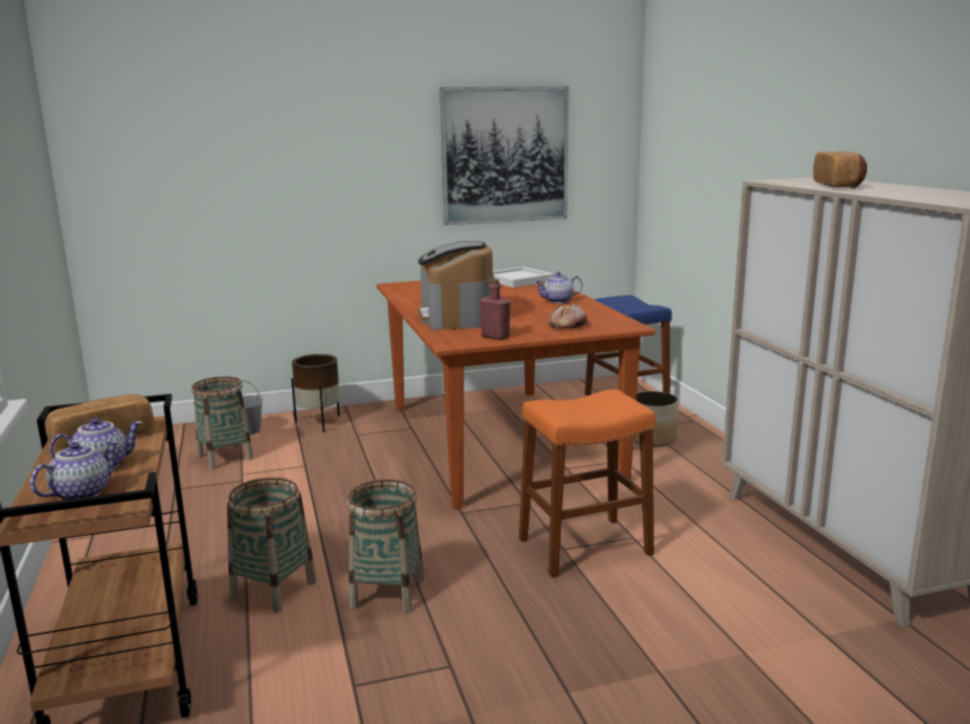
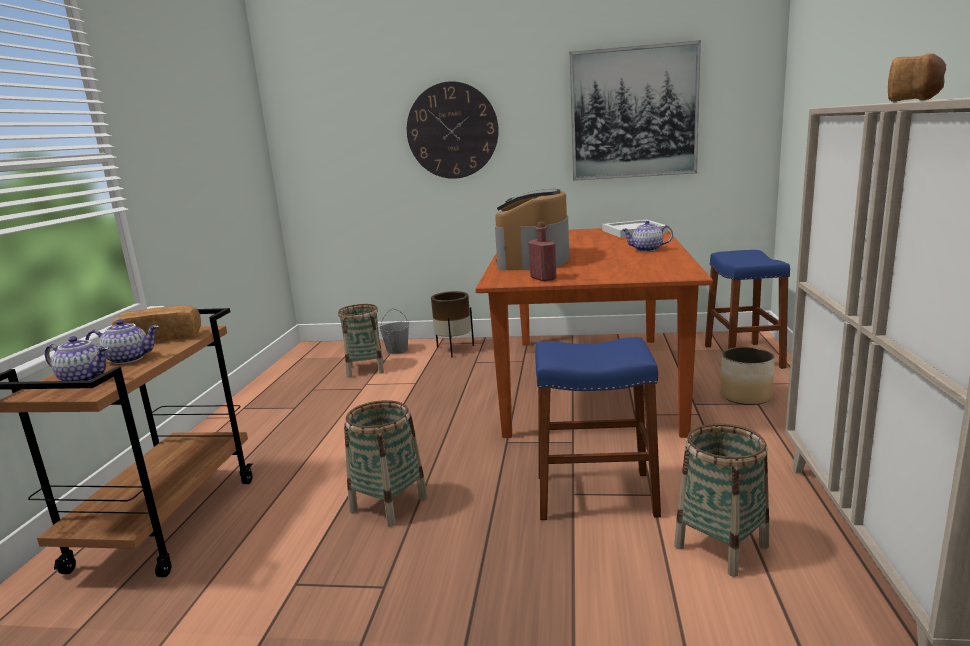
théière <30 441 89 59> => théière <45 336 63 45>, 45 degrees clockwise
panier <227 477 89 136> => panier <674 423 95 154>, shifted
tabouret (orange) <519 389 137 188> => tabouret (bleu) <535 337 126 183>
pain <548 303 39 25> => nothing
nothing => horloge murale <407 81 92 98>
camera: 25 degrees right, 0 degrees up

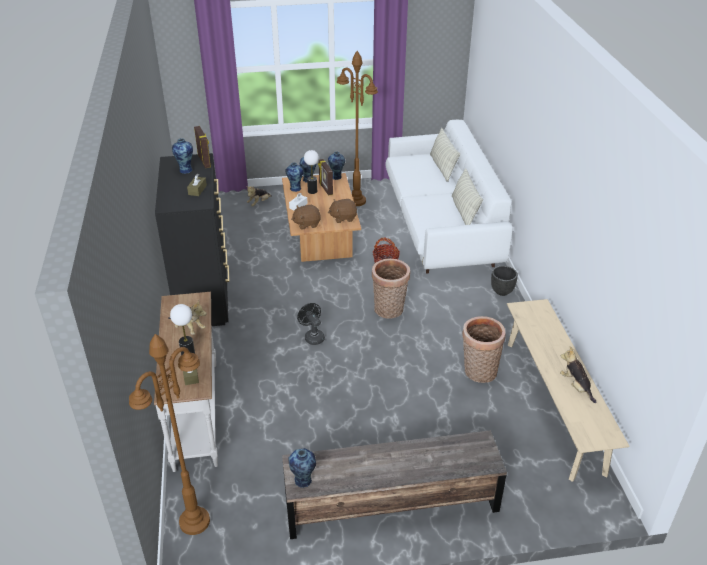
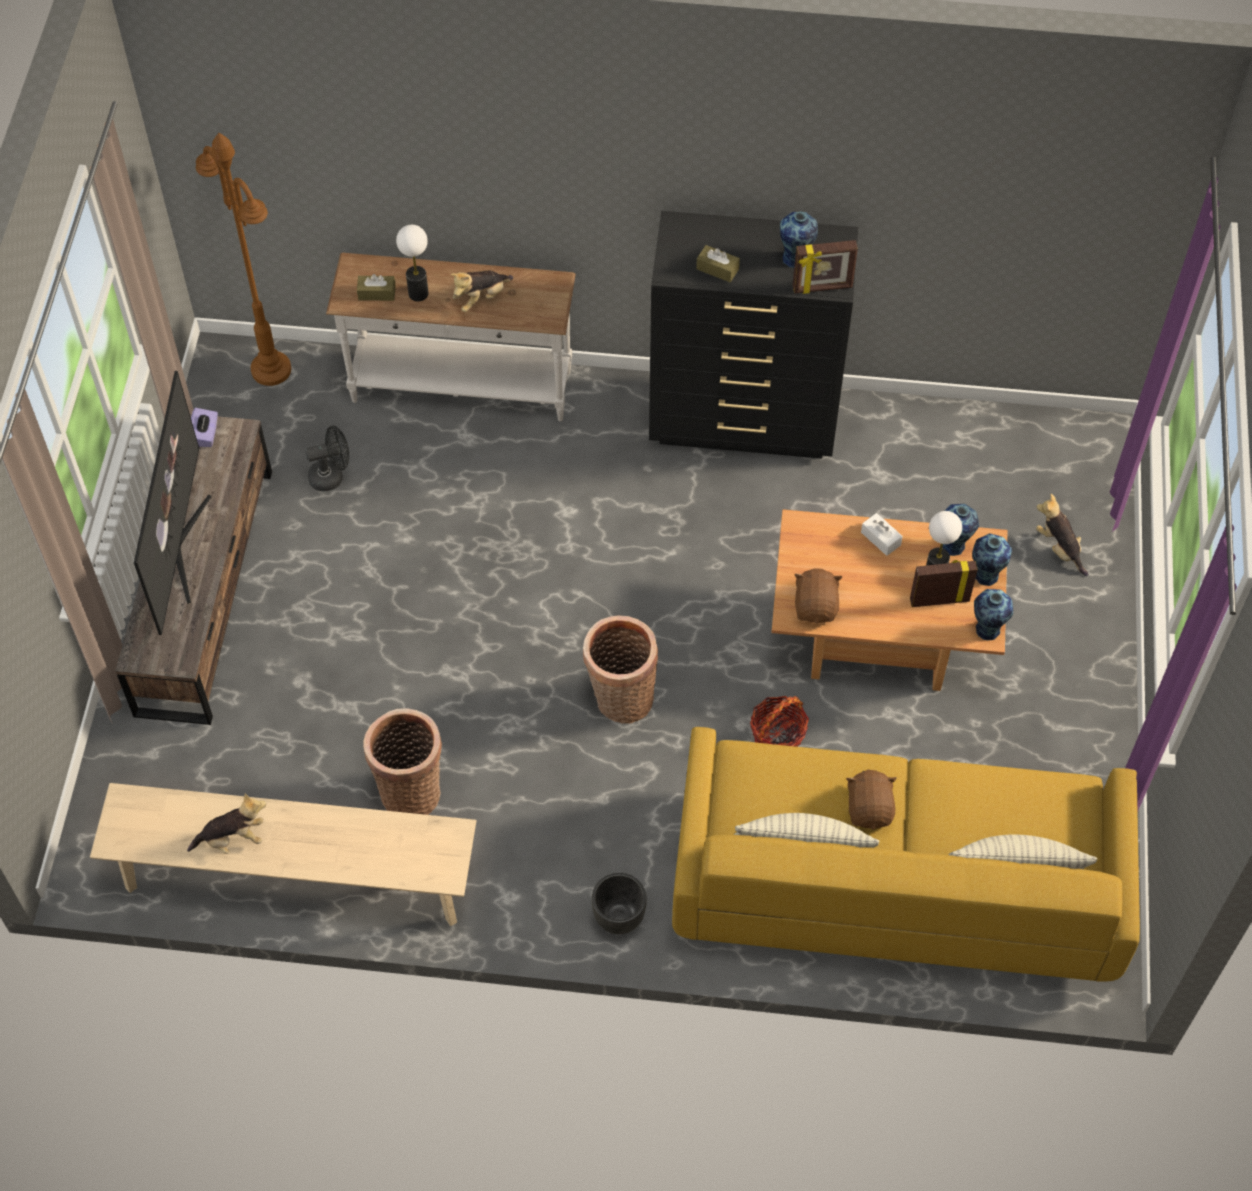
vase <288 448 28 40> => boîte à mouchoirs (violet) <191 408 27 39>
peluche (marron) <291 205 30 25> => peluche (marron) <846 769 51 61>, shifted
ventilateur (noir) <297 303 28 42> => ventilateur (noir) <305 426 44 65>, shifted
lampadaire (marron) <337 51 41 155> => nothing
canapé (blanc) <386 120 127 153> => canapé (jaune) <672 727 468 255>
nothing => téléviseur <134 371 78 264>
camera: 105 degrees right, 20 degrees up

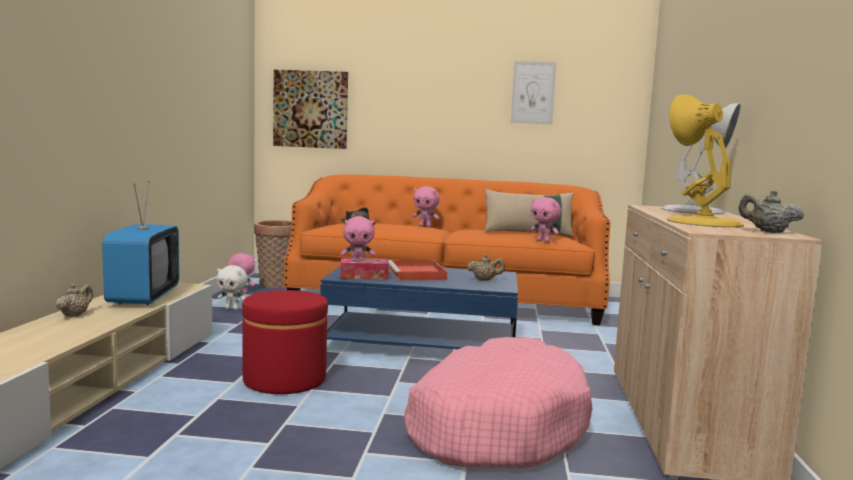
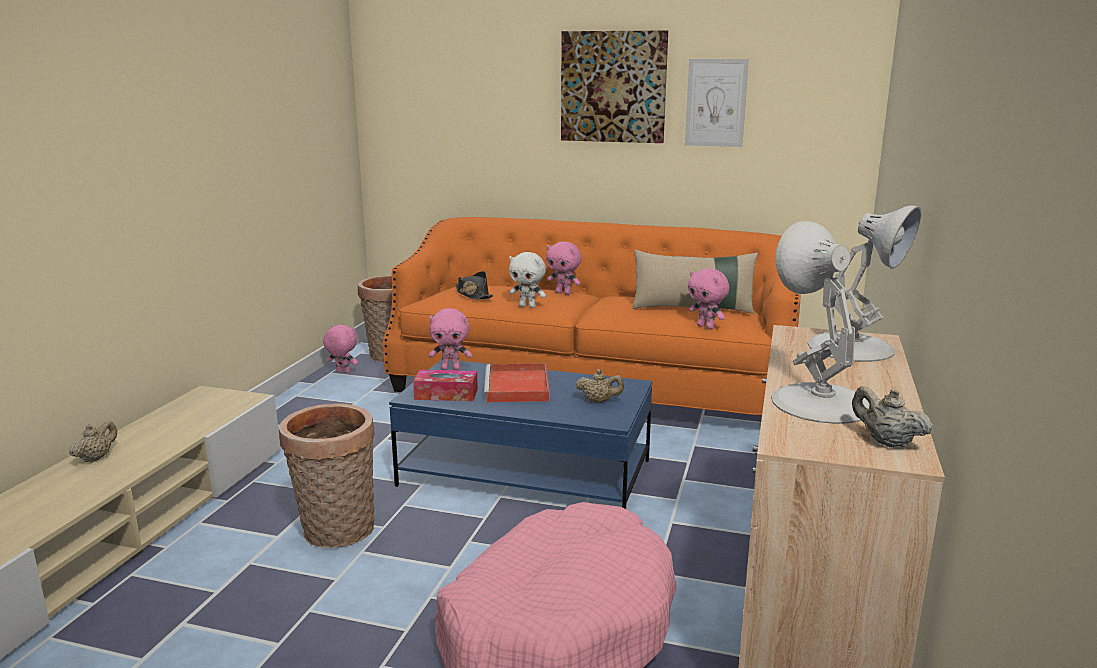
téléviseur <102 181 77 124> => nothing
peluche (blanc) <217 265 31 45> => peluche (blanc) <509 252 37 56>, shifted
pouf (rouge) <242 290 86 104> => panier <279 404 96 144>
tableau <273 70 75 79> => tableau <561 30 107 113>, shifted
lampe de table (jaune) <667 94 77 133> => lampe de table (blanc) <771 221 99 203>
camera: 10 degrees right, 10 degrees up

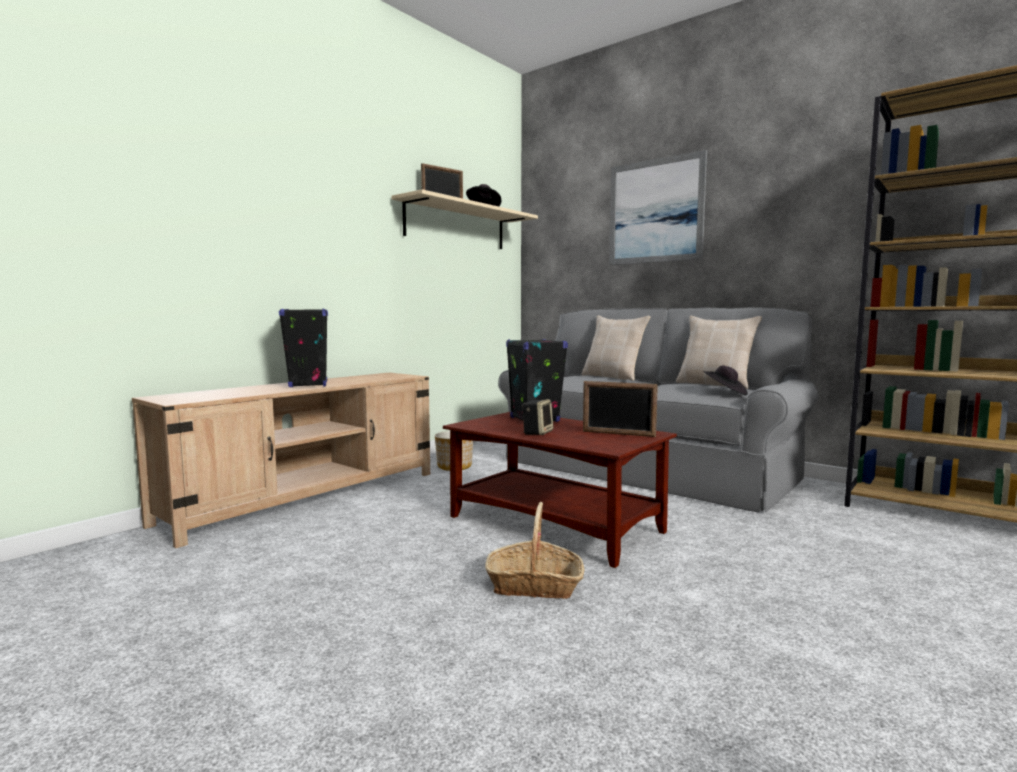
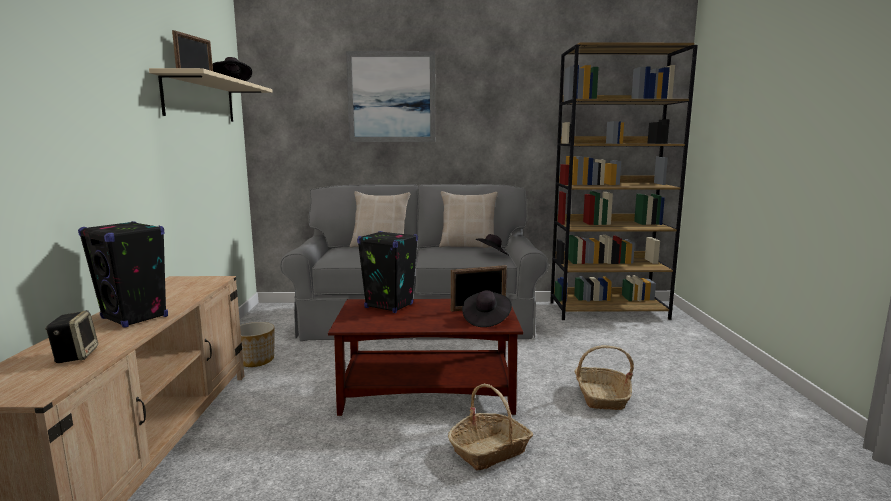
enceinte <522 399 32 36> => enceinte <45 310 53 53>, shifted
nothing => chapeau (noir) <462 290 50 37>
nothing => panier <574 345 60 65>
camera: 40 degrees left, 5 degrees up

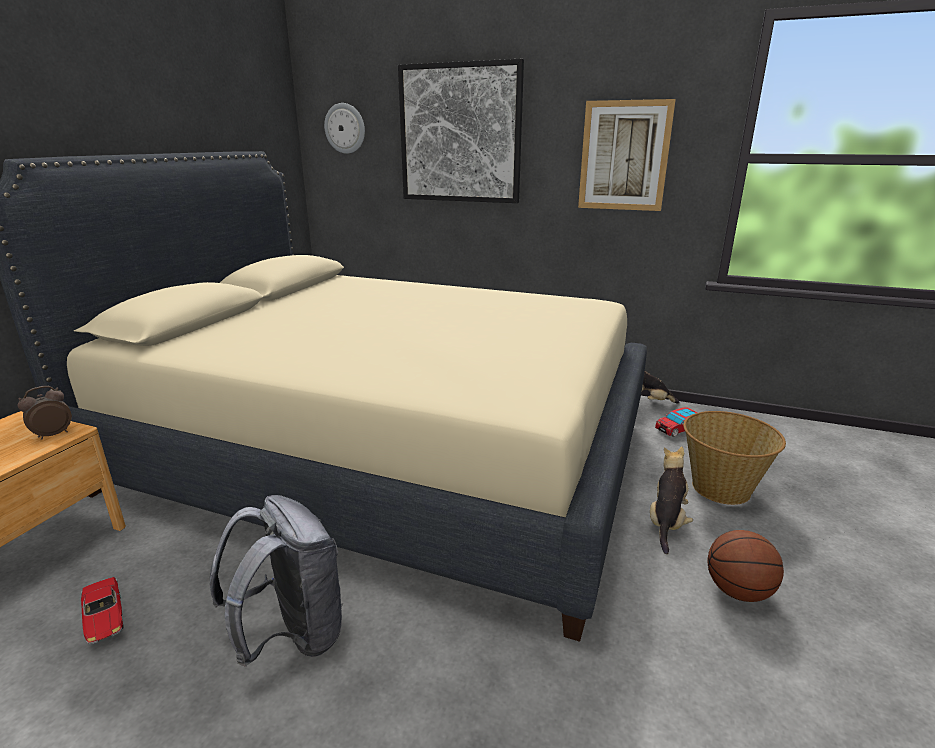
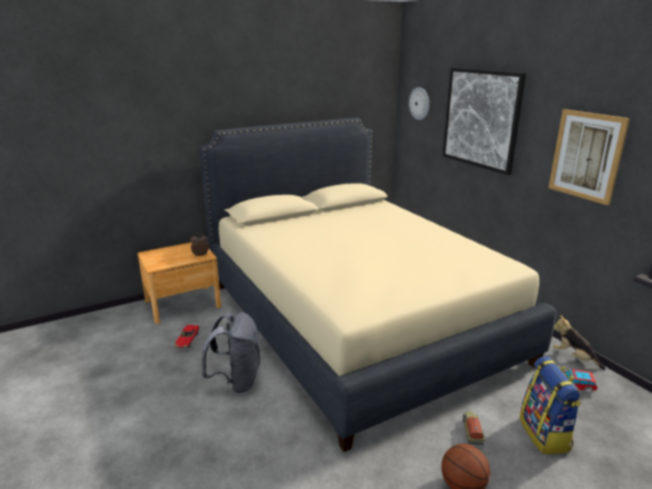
peluche <650 446 43 108> => camion jouet <463 412 22 33>
panier <683 411 103 94> => sac à dos <520 356 62 98>
camera: 40 degrees right, 0 degrees up

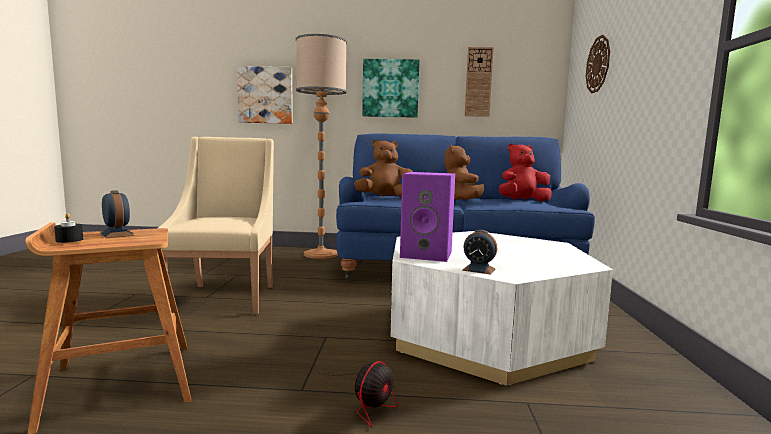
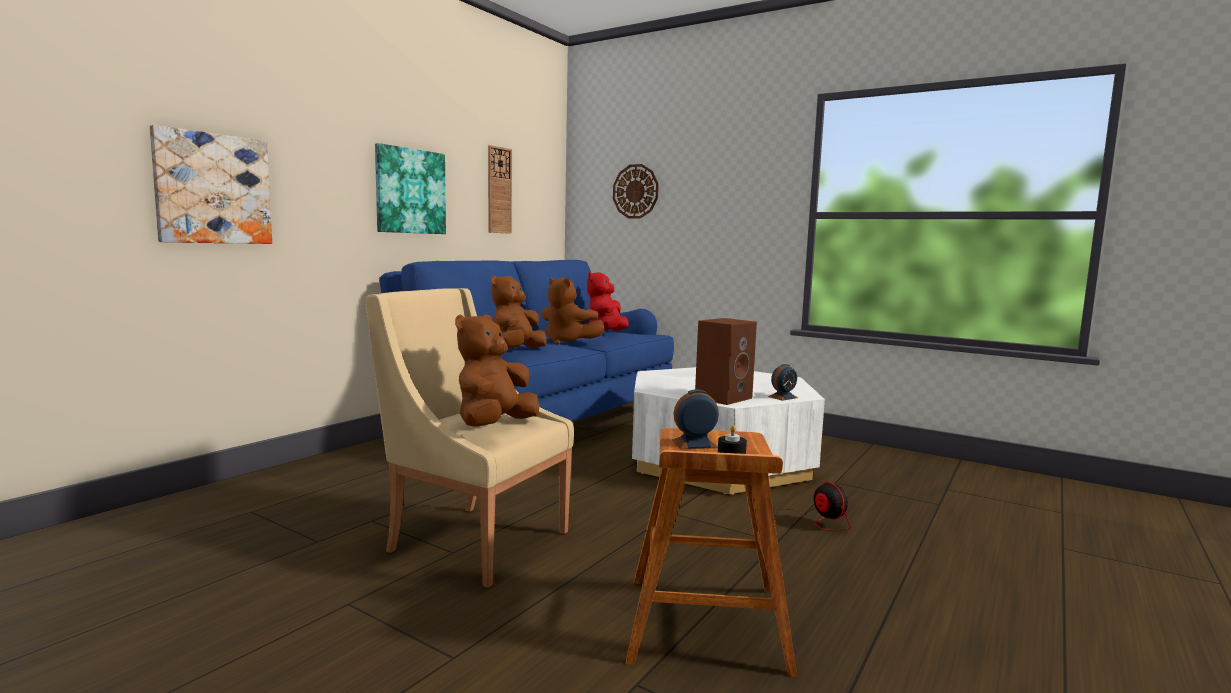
lampadaire <296 34 51 225> => nothing
enceinte (violet) <400 172 55 90> => enceinte (marron) <695 318 62 87>
nothing => peluche (marron) <455 314 84 113>
camera: 60 degrees left, 0 degrees up

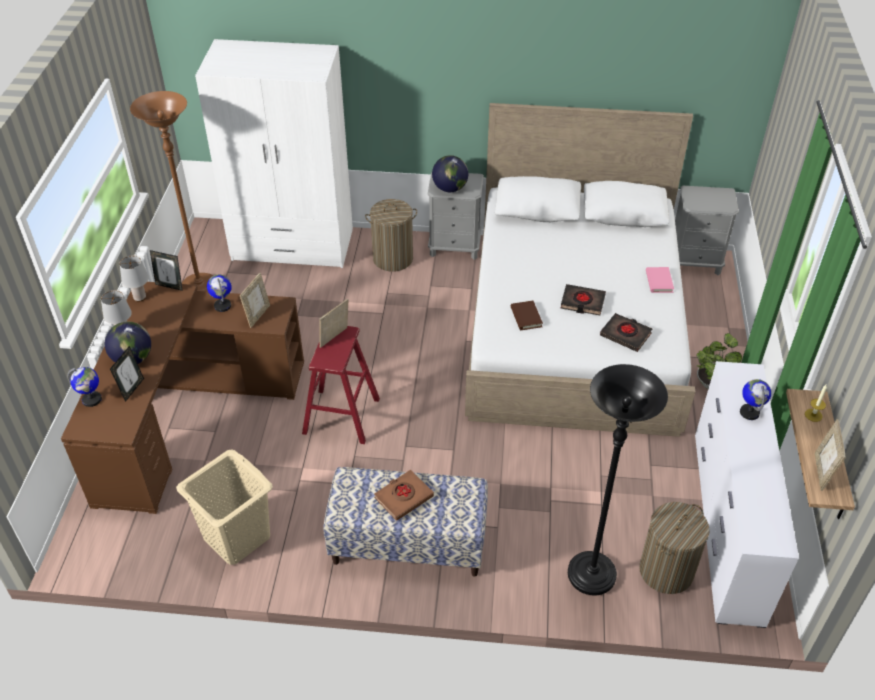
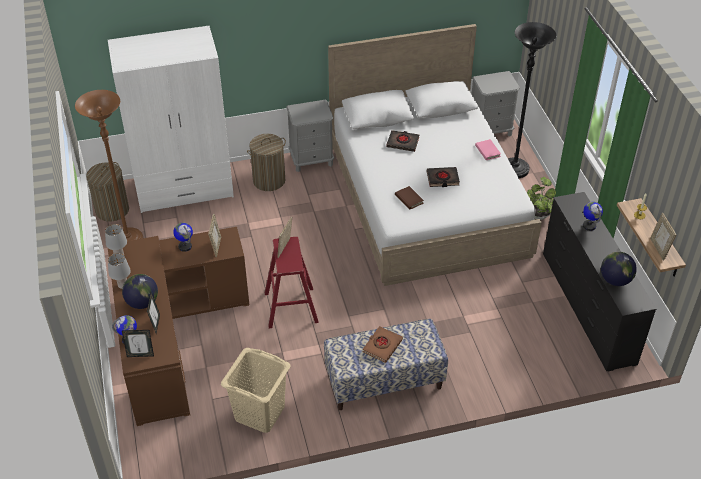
cadre photo <150 250 33 41> => cadre photo <122 330 32 27>, shifted
globe <432 155 36 37> => globe <601 252 36 34>, shifted
lampadaire (noir) <568 364 100 231> => lampadaire (noir) <508 22 48 156>, shifted
livre (noir) <600 313 52 39> => livre (noir) <386 130 33 22>, shifted
panier à linge <639 502 71 92> => panier à linge <86 162 43 60>, shifted
commode (blanc) <695 361 104 267> => commode (noir) <543 192 113 179>
camera: 20 degrees left, 0 degrees up

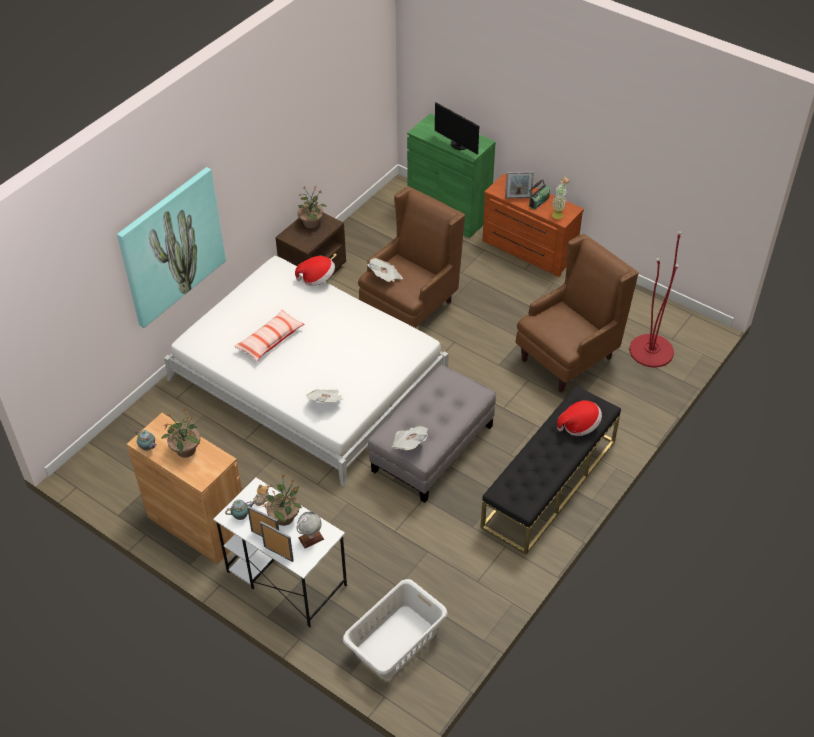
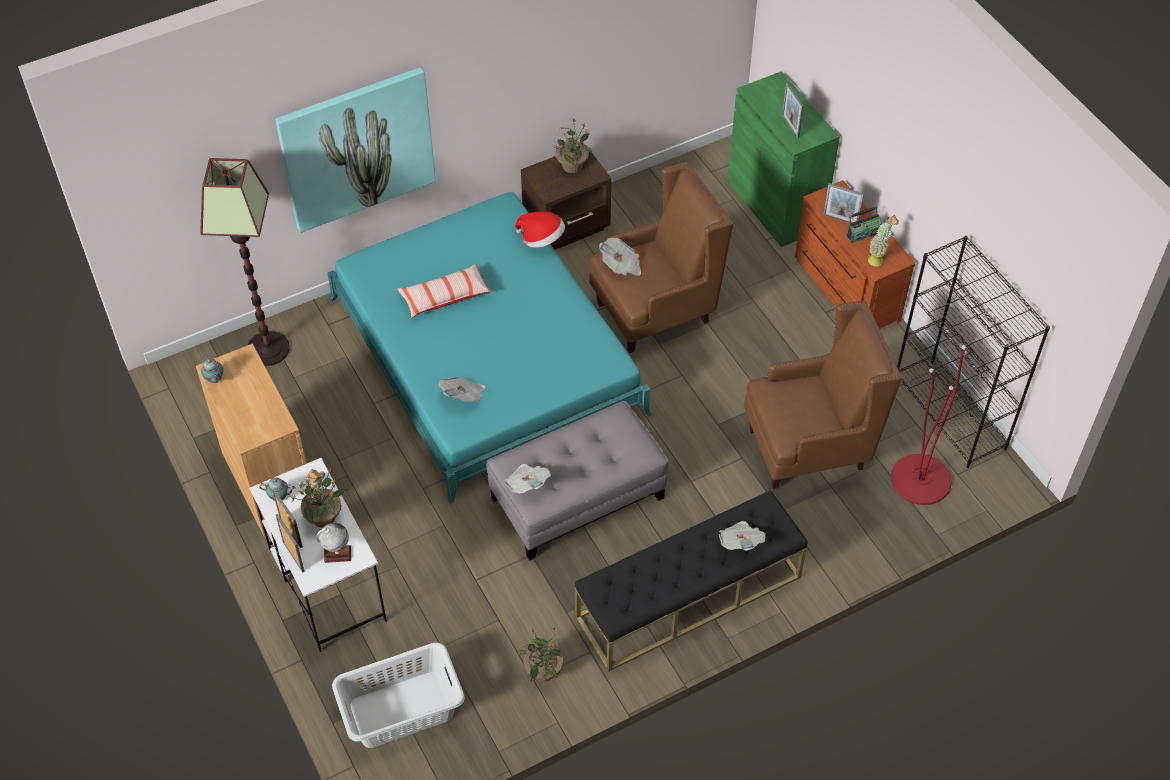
plante en pot <161 408 39 50> => plante en pot <517 628 46 54>, shifted
lit (blanc) <164 256 285 231> => lit (turquoise) <327 192 325 312>
écran d'ordinateur <435 102 44 52> => cadre photo <782 83 22 56>
chapeau <557 400 45 36> => journal <719 521 47 30>
nothing => lampadaire <200 158 90 208>
nothing => bibliothèque (noir) <897 236 153 232>
camera: 25 degrees right, 5 degrees up

